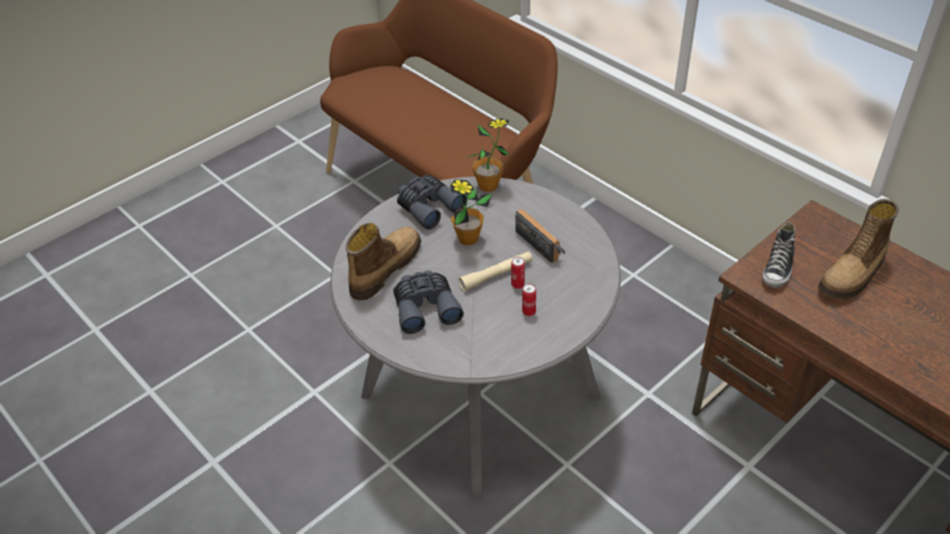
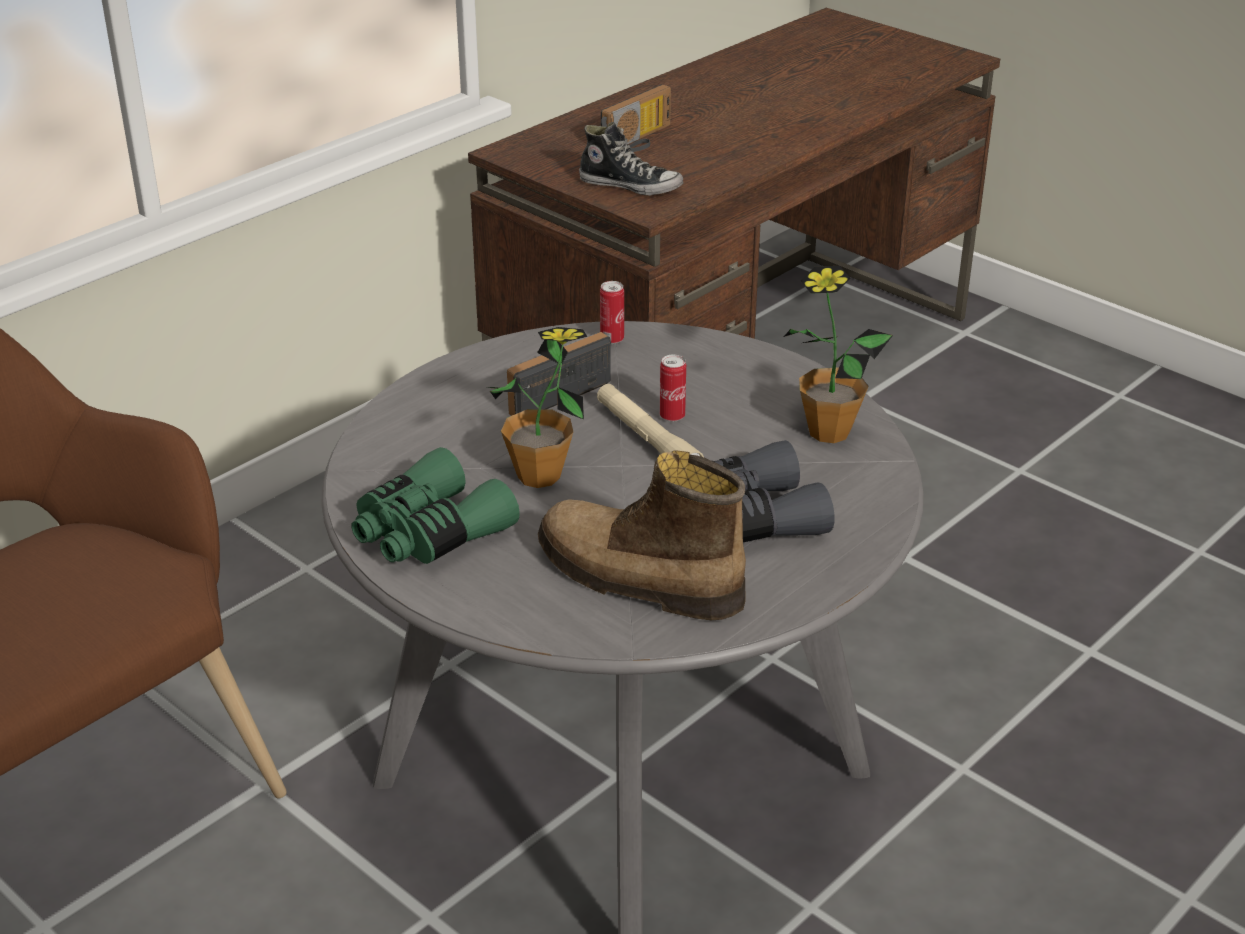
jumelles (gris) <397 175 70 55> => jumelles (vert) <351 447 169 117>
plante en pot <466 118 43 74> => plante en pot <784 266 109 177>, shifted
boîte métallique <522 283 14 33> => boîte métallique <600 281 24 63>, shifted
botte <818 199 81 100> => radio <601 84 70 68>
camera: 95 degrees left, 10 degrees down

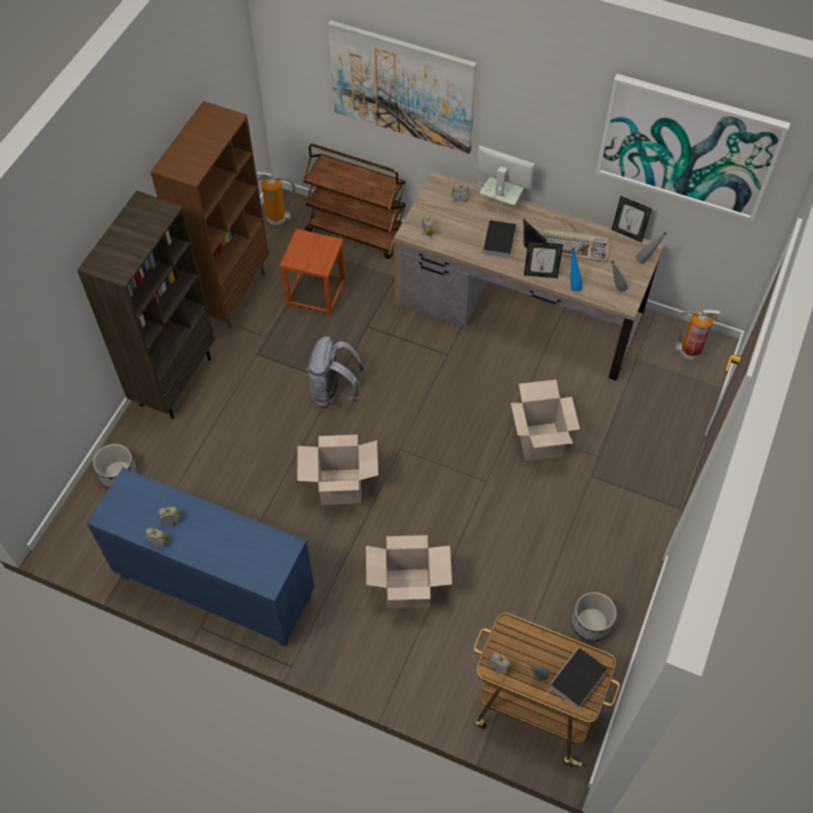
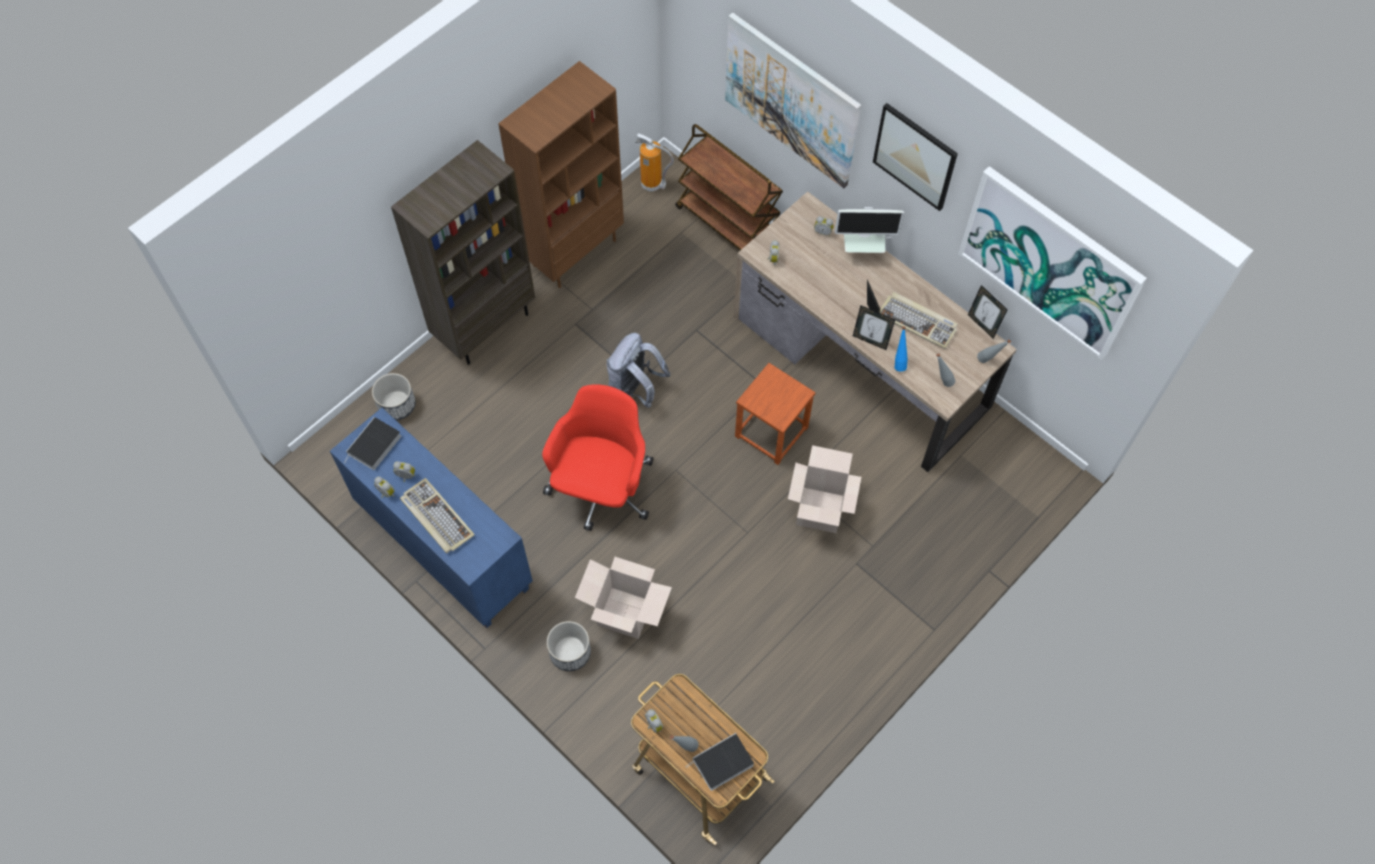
tabouret (marron) <280 229 65 88> => tabouret (marron) <735 363 81 102>, shifted
carton <297 435 81 70> => chaise de bureau (rouge) <542 384 112 147>
écran d'ordinateur <477 146 57 67> => écran d'ordinateur <835 207 69 46>, 135 degrees clockwise
livre <482 220 34 41> => livre <344 417 57 53>, shifted
cache-pot <571 592 46 50> => cache-pot <547 621 44 50>, shifted
extincteur <675 309 46 51> => nothing
nothing => clavier <400 478 75 76>
nothing => tableau <873 103 85 108>
camera: 20 degrees right, 5 degrees up

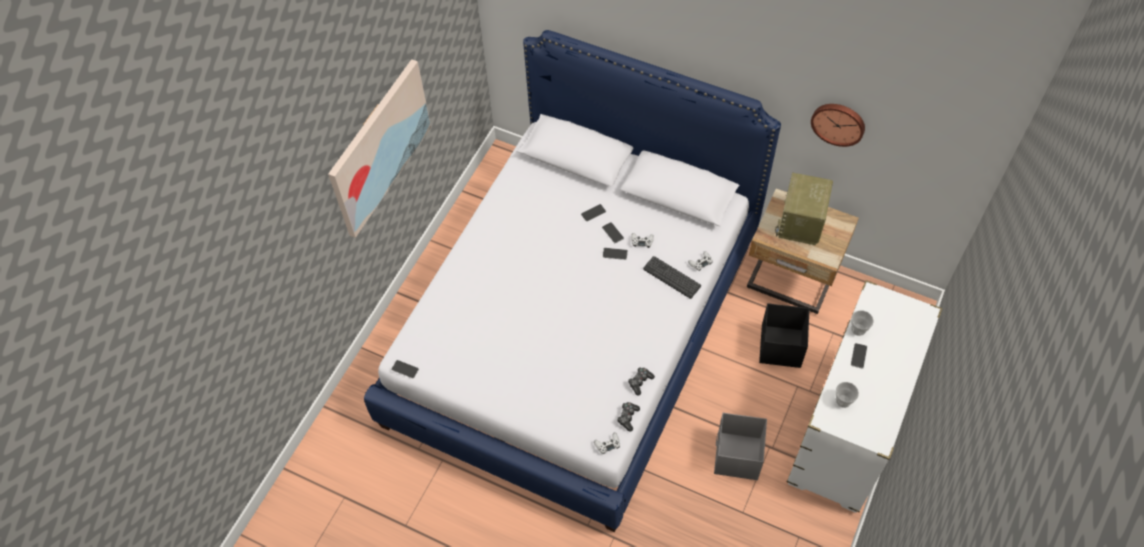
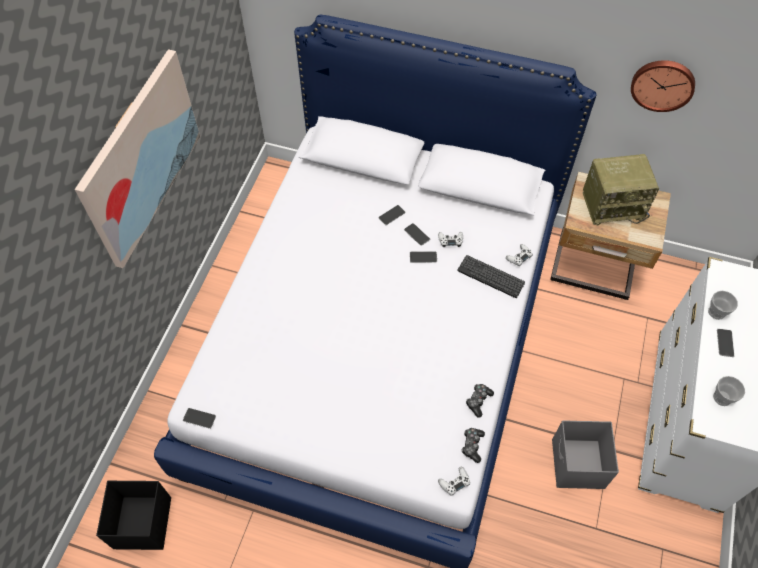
boîte de rangement (noir) <759 303 51 65> => boîte de rangement (noir) <96 481 75 69>, shifted
radio <775 172 58 73> => radio <583 154 76 72>, 105 degrees counterclockwise
camera: 10 degrees left, 0 degrees up

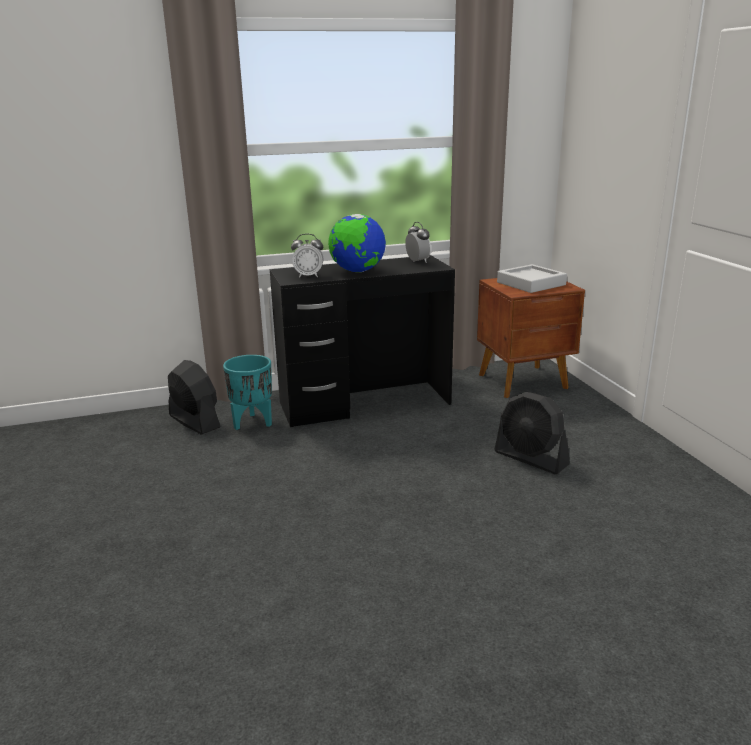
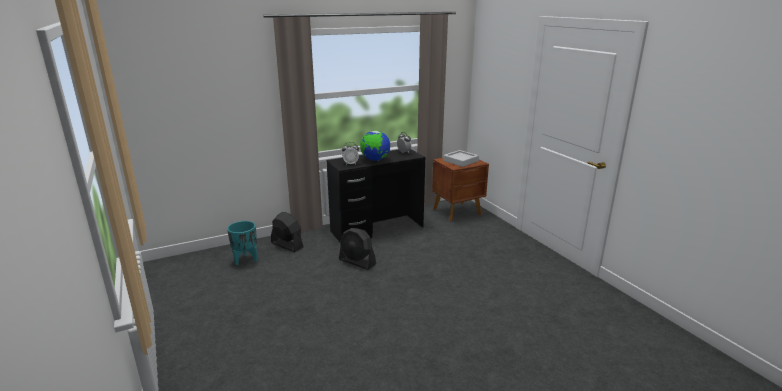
cache-pot (turquoise) <223 355 49 75> => cache-pot (turquoise) <227 221 30 44>, shifted
ventilateur (noir) <494 392 76 82> => ventilateur (noir) <339 228 37 42>, shifted
camera: 10 degrees left, 0 degrees up

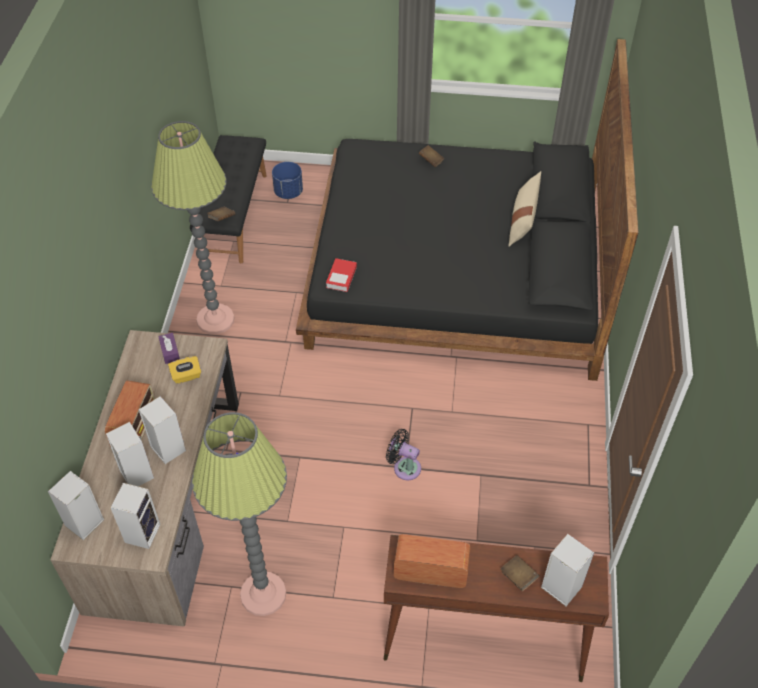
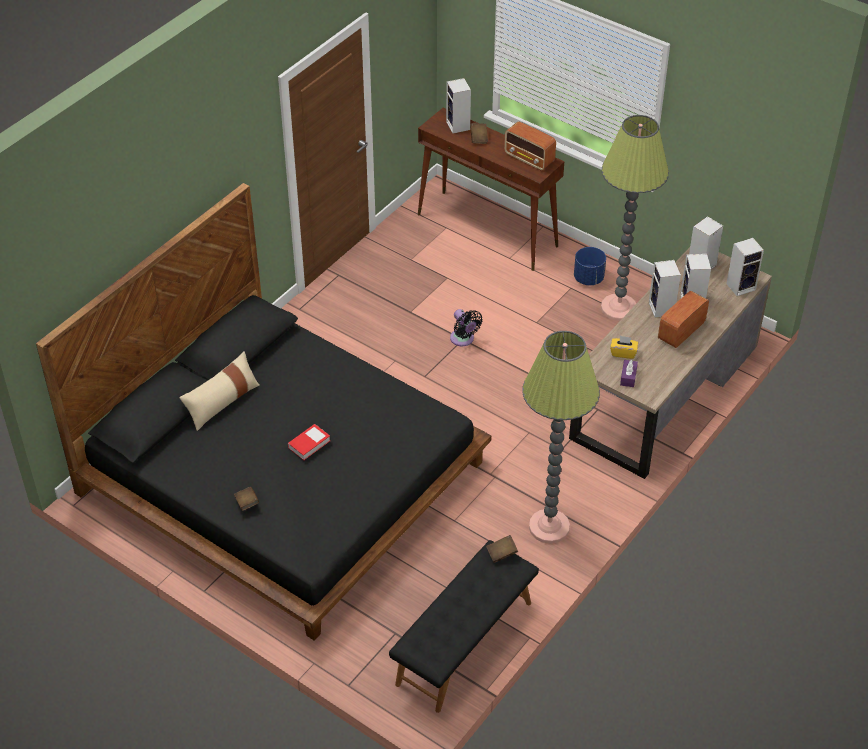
cache-pot (bleu) <272 162 31 37> => cache-pot (bleu) <574 247 32 38>, shifted
livre <326 258 31 34> => livre <288 424 42 36>, shifted
camera: 150 degrees left, 5 degrees down

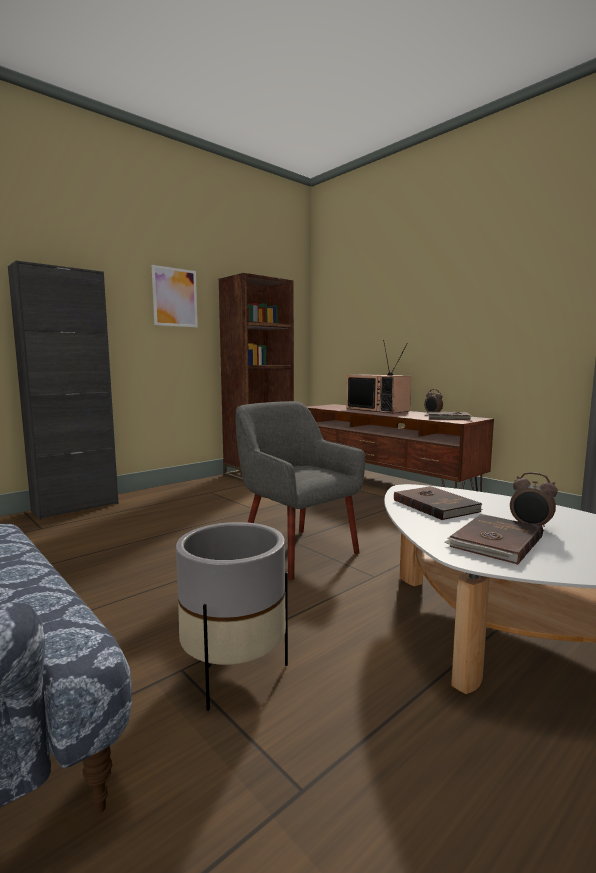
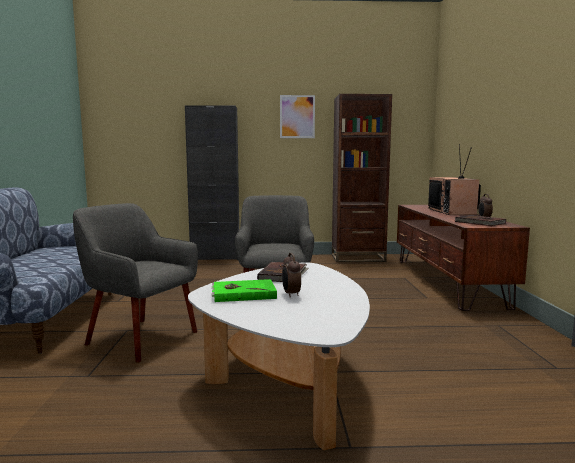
cache-pot (gris) <176 522 112 189> => fauteuil (gris) <73 203 125 160>
livre (marron) <444 514 99 51> => livre (vert) <212 279 65 23>
camera: 40 degrees right, 0 degrees up

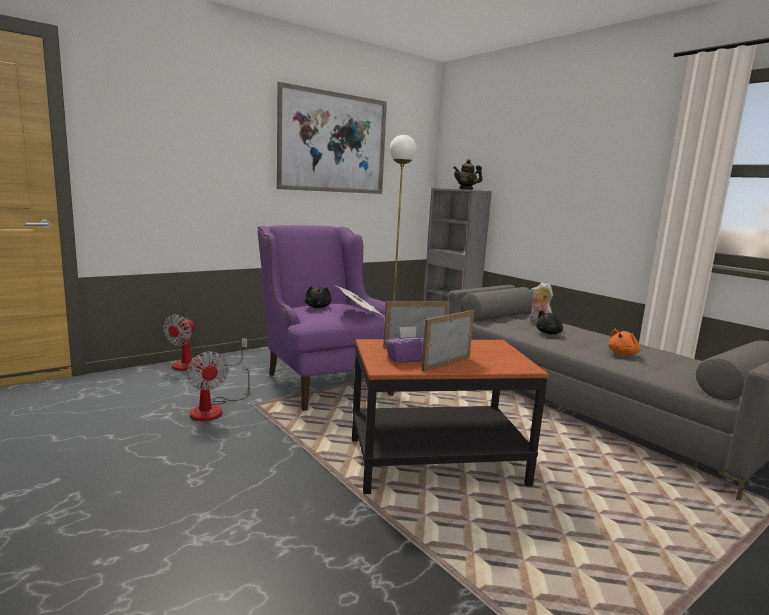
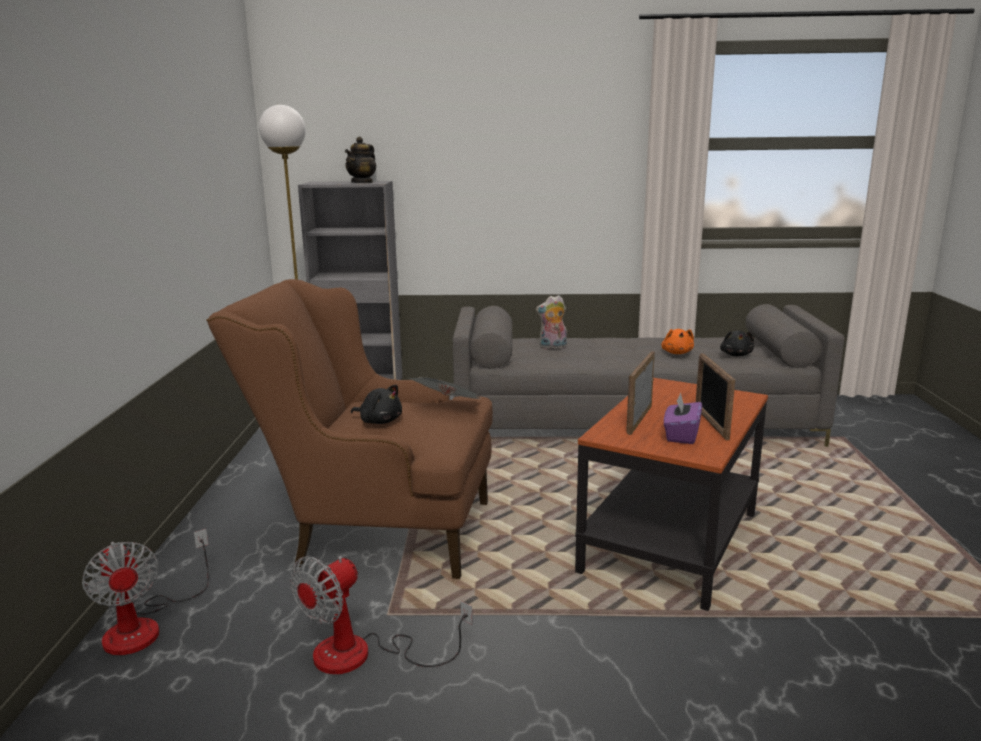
ventilateur <187 351 64 70> => ventilateur <290 556 182 118>, 120 degrees clockwise
fauteuil (violet) <257 225 137 186> => fauteuil (marron) <206 279 287 300>
tableau <277 82 110 112> => nothing
peluche (noir) <536 310 27 24> => peluche (noir) <720 330 34 26>, shifted
camera: 50 degrees left, 5 degrees up

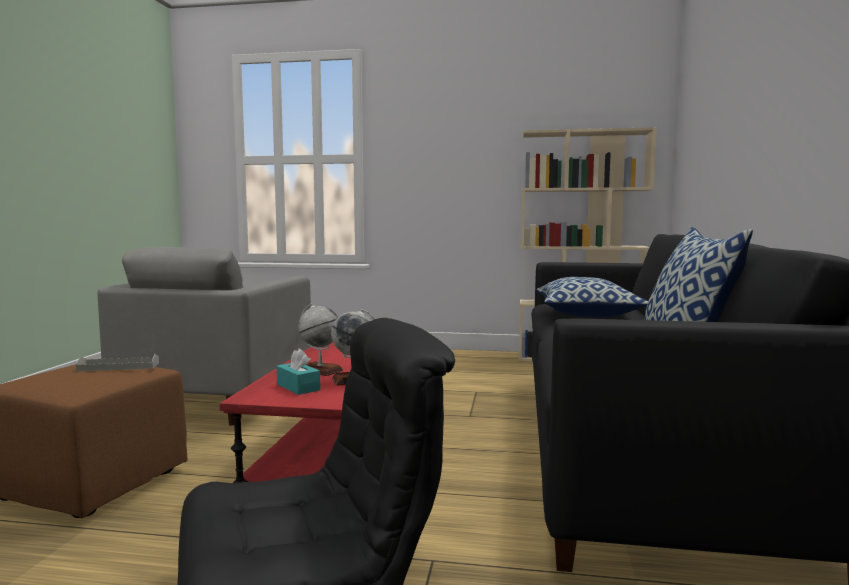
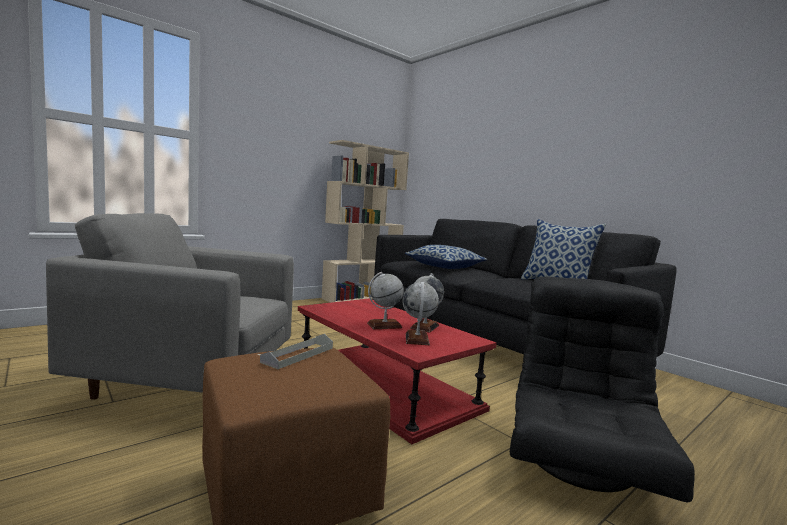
fauteuil (gris) <98 247 213 179> => fauteuil (gris) <46 213 248 186>, 135 degrees clockwise
boîte à mouchoirs (turquoise) <277 349 44 46> => globe <402 282 37 63>
camera: 50 degrees left, 0 degrees up

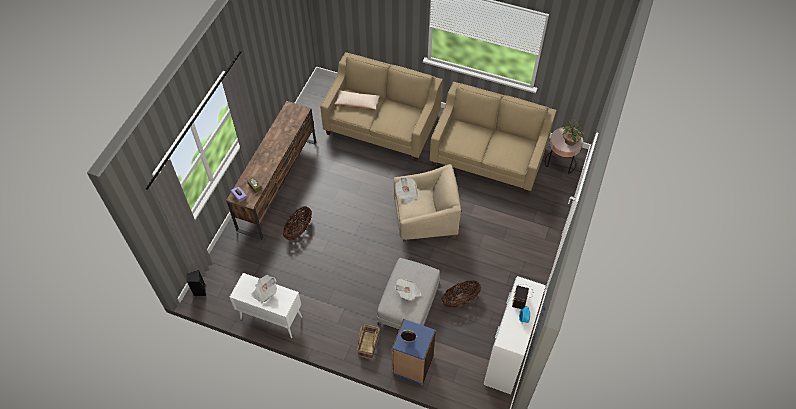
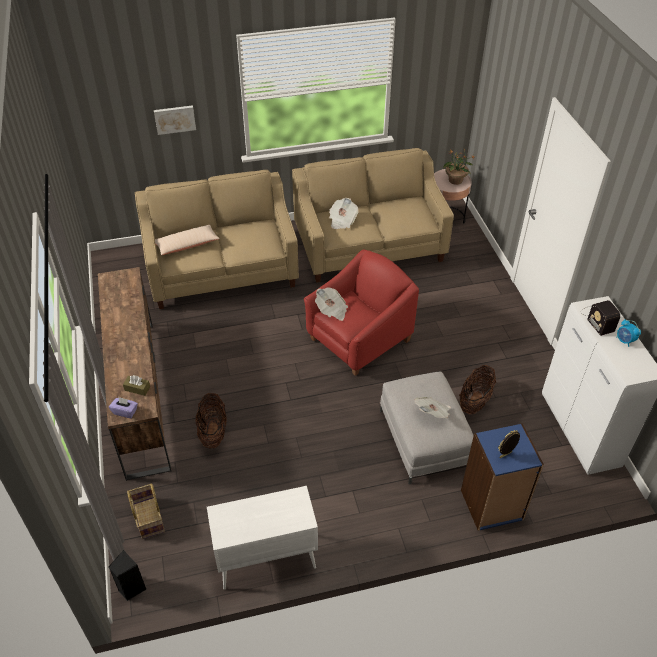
journal <251 275 26 28> => journal <329 198 30 31>, shifted
panier <357 324 23 35> => panier <127 483 38 56>, shifted
fauteuil (beige) <394 164 67 78> => fauteuil (rouge) <304 249 115 127>
nothing => tableau <154 105 42 30>
camera: 35 degrees left, 10 degrees down

